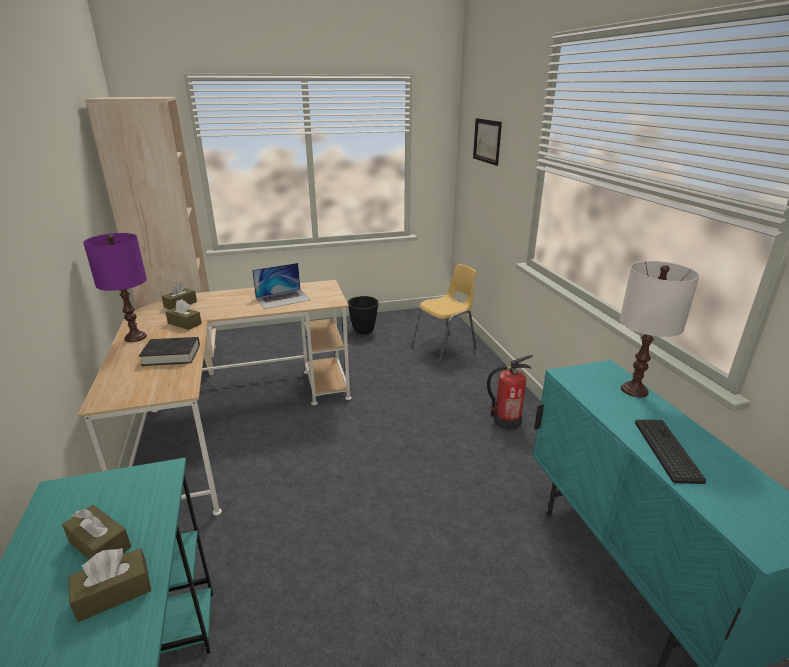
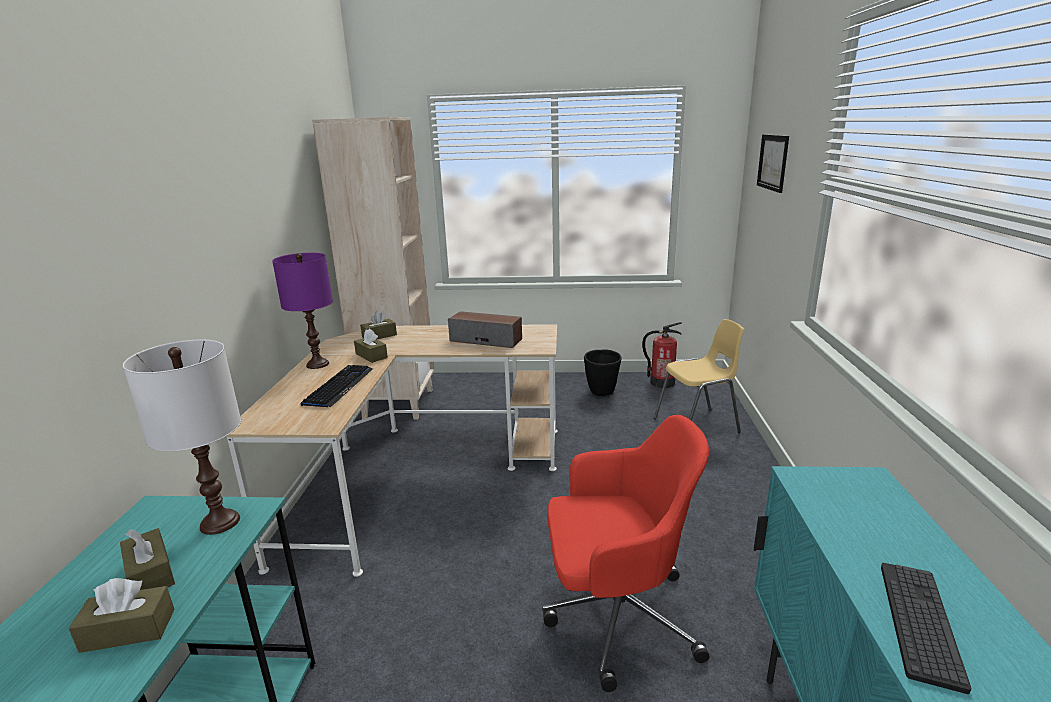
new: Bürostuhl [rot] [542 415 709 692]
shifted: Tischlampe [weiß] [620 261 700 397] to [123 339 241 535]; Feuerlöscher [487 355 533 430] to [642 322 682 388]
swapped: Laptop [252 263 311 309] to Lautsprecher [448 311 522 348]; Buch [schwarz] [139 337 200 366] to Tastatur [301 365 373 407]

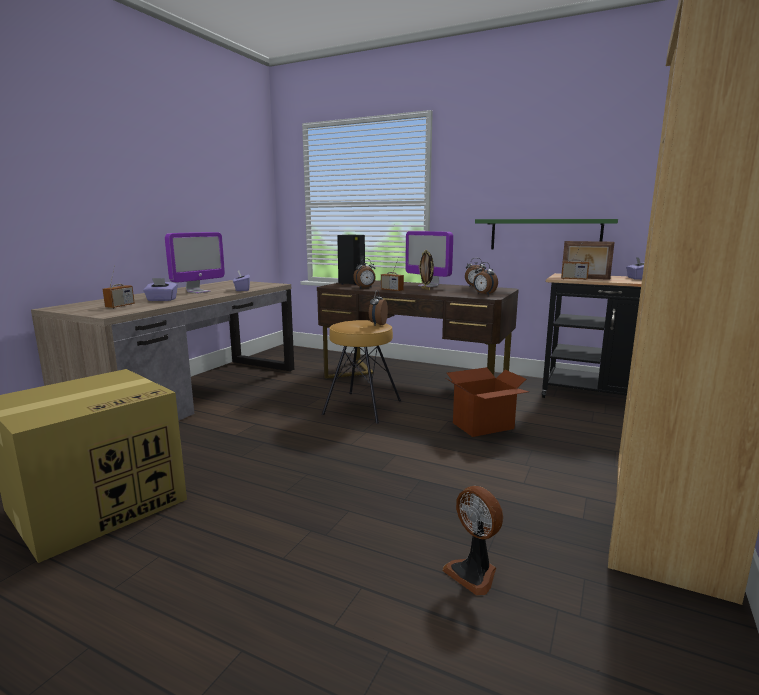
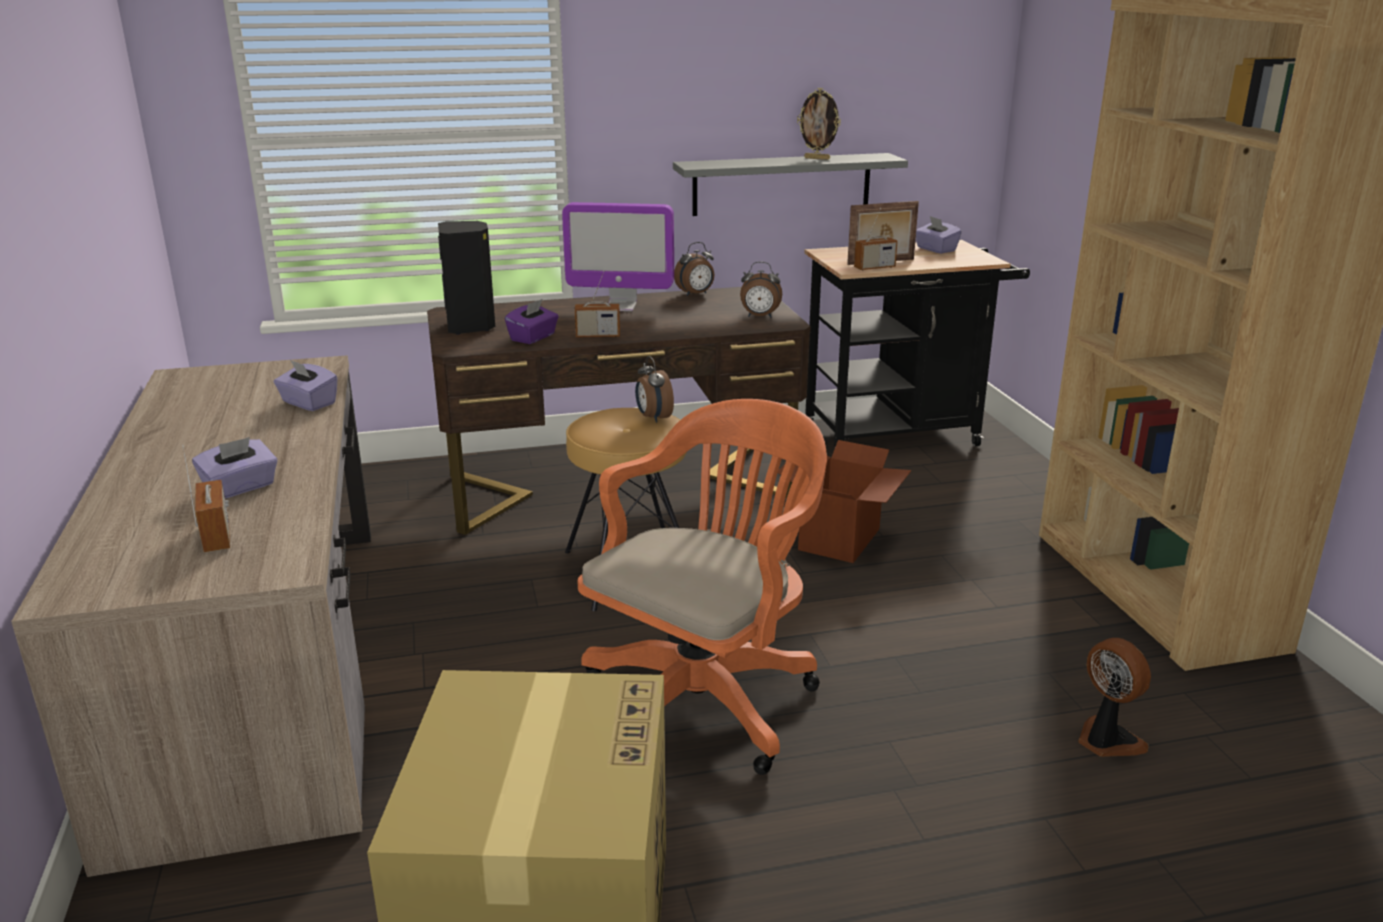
gone: Monitor [165 232 225 294]
new: Bürostuhl [orange] [578 399 827 775]
shifted: Bilderrahmen [419 250 434 290] to [797 88 841 160]
swapped: Wecker [353 258 375 288] to Taschentuchbox [lila] [505 299 559 344]
repainted: Wandregal [grün] [475 219 618 249] to Wandregal [grau] [673 153 908 216]
rotated: Ventilator [442 486 503 596] = [1078 638 1151 757] 135 degrees counterclockwise

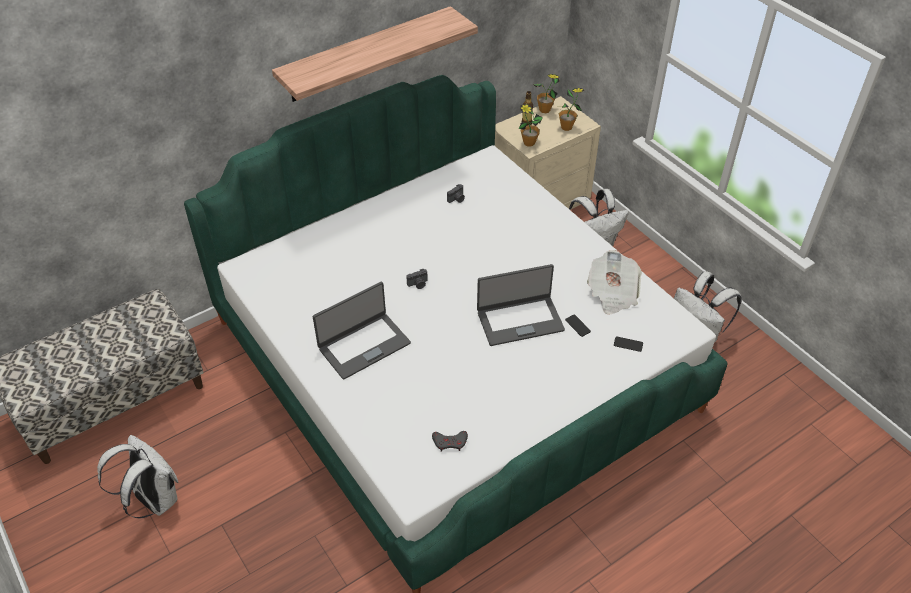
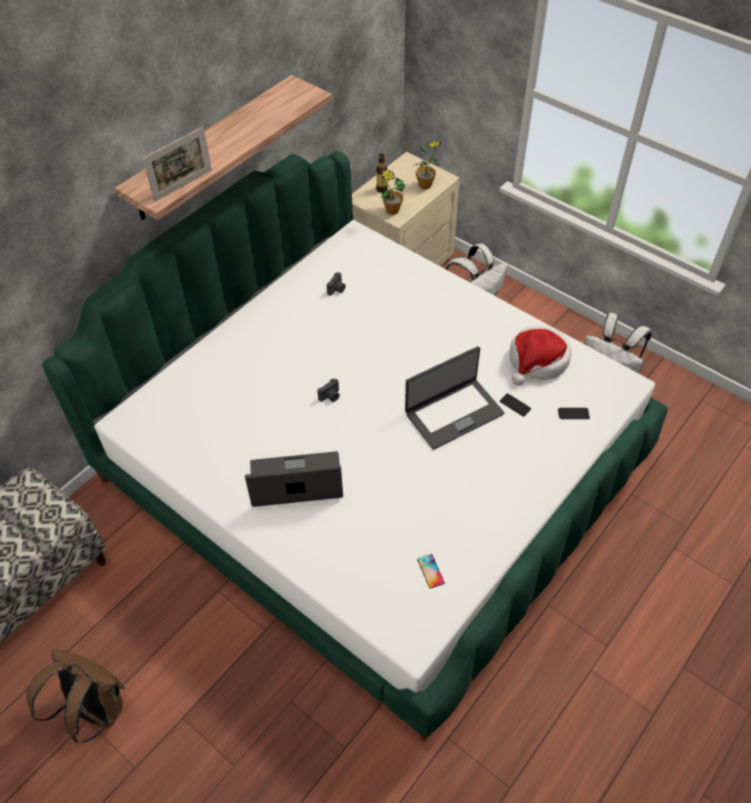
gone: Topfpflanze [533 74 560 113]
new: Bilderrahmen [143 127 212 202]
swapped: Zeitung [587 250 642 315] to Hut [510 325 571 386]; Gamepad [grau] [432 431 468 452] to Handy [417 554 445 588]
repainted: Rucksack [weiß] [97 435 178 518] to Rucksack [braun] [27 649 125 743]
rotated: Laptop [313 282 411 380] = [245 451 343 507] 135 degrees counterclockwise

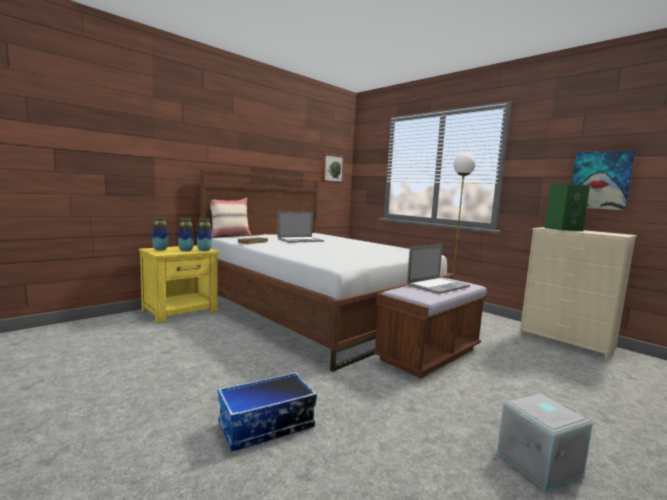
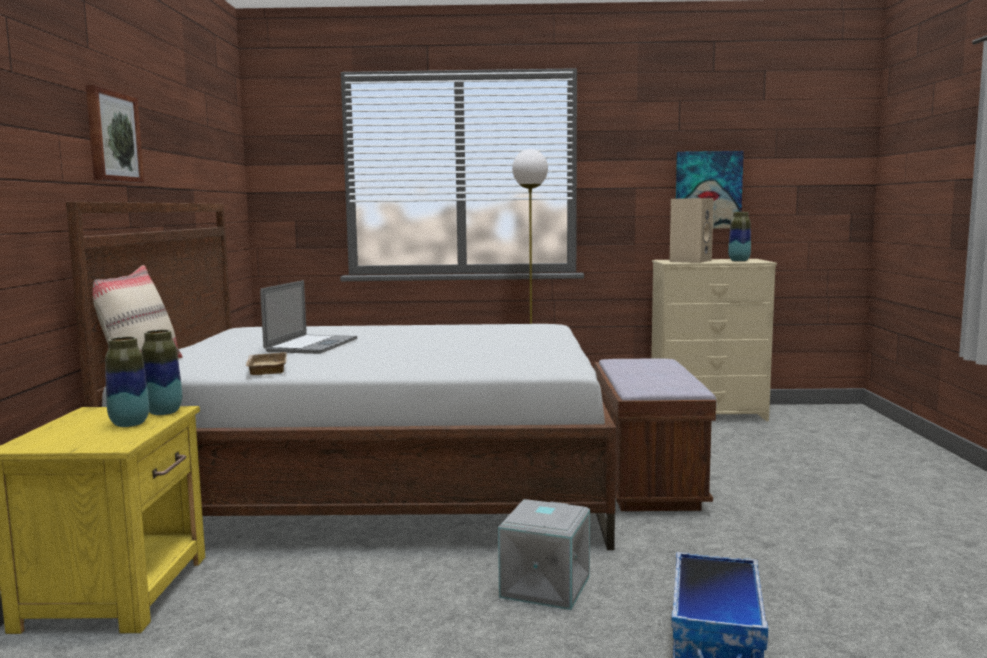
gone: Laptop [407 244 470 294]
shifted: Bild [322 153 345 183] to [86 85 144 183]; Vase [152 217 168 250] to [728 212 751 262]; Aufbewahrungsbox [grau] [497 393 593 491] to [498 499 590 610]
repainted: Lautsprecher [grün] [544 184 590 231] to Lautsprecher [beige] [670 198 714 263]

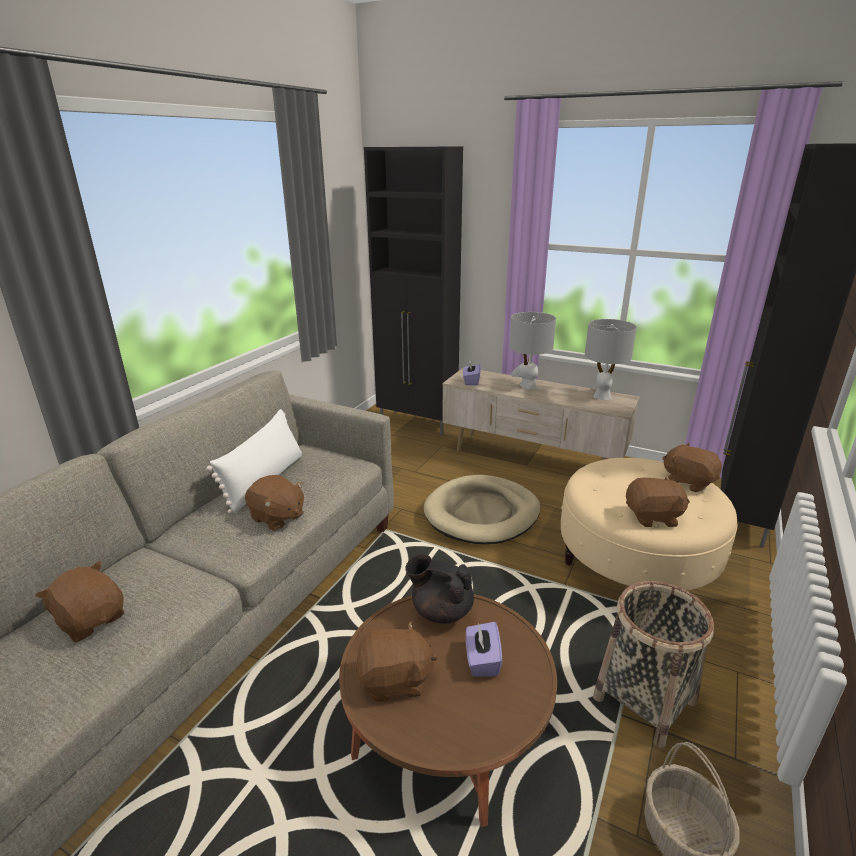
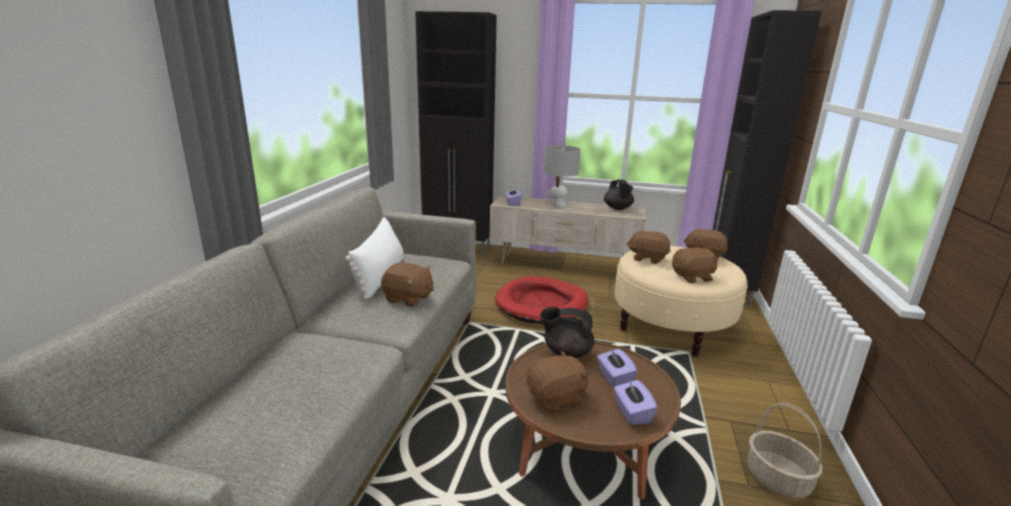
gone: Korb [593 581 714 748]
new: Taschentuchbox [lila] [614 380 658 425]
shifted: Plüschtier [braun] [35 561 124 643] to [627 230 671 264]
swapped: Tischlampe [grau] [585 319 637 400] to Teekanne [schwarz] [604 180 634 210]
repainted: Hundebett [beige] [423 475 540 544] to Hundebett [rot] [495 276 588 324]

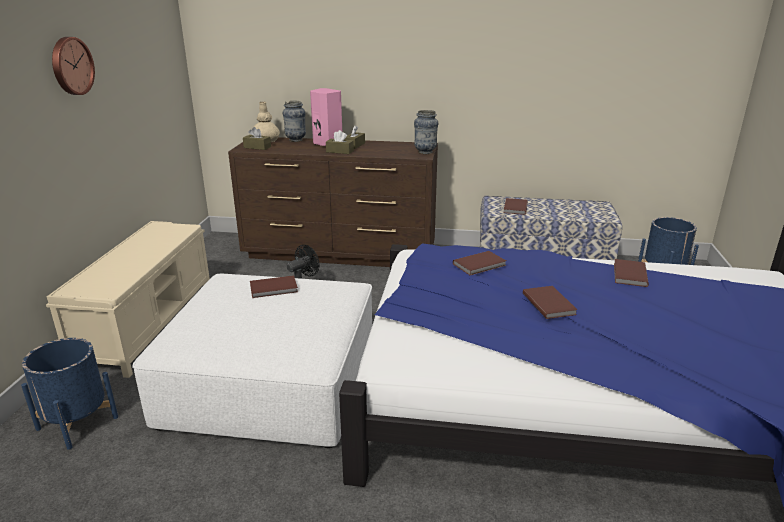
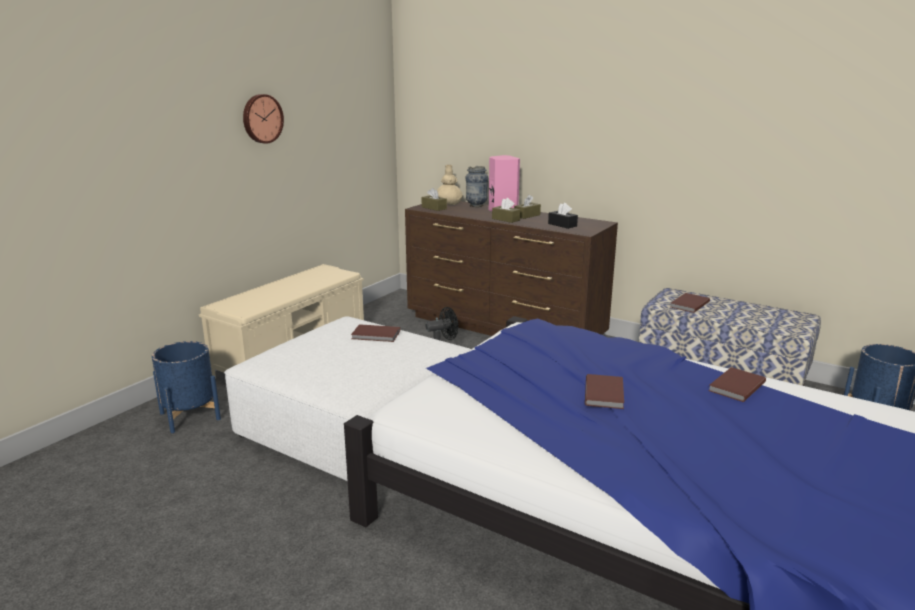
gone: Vase [414 110 438 154]; Buch [braun] [453 251 506 275]
new: Taschentuchbox [schwarz] [548 203 578 229]

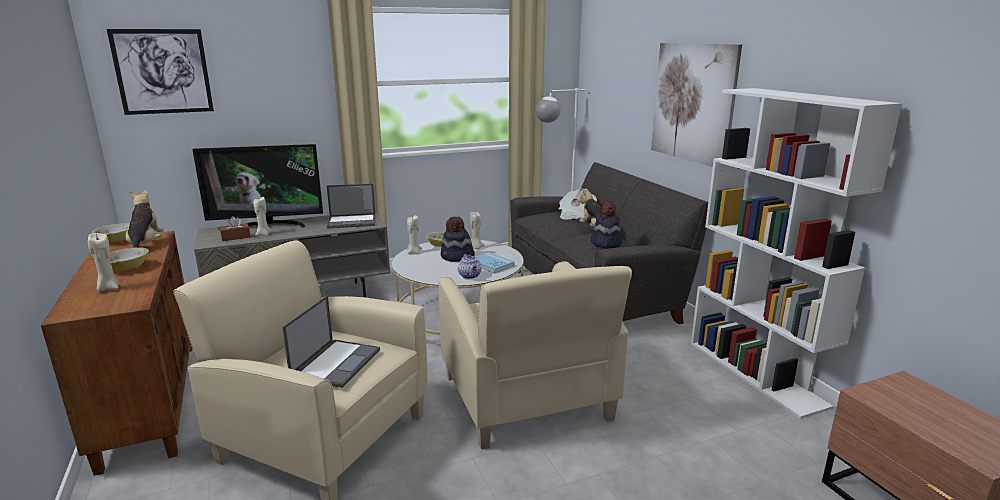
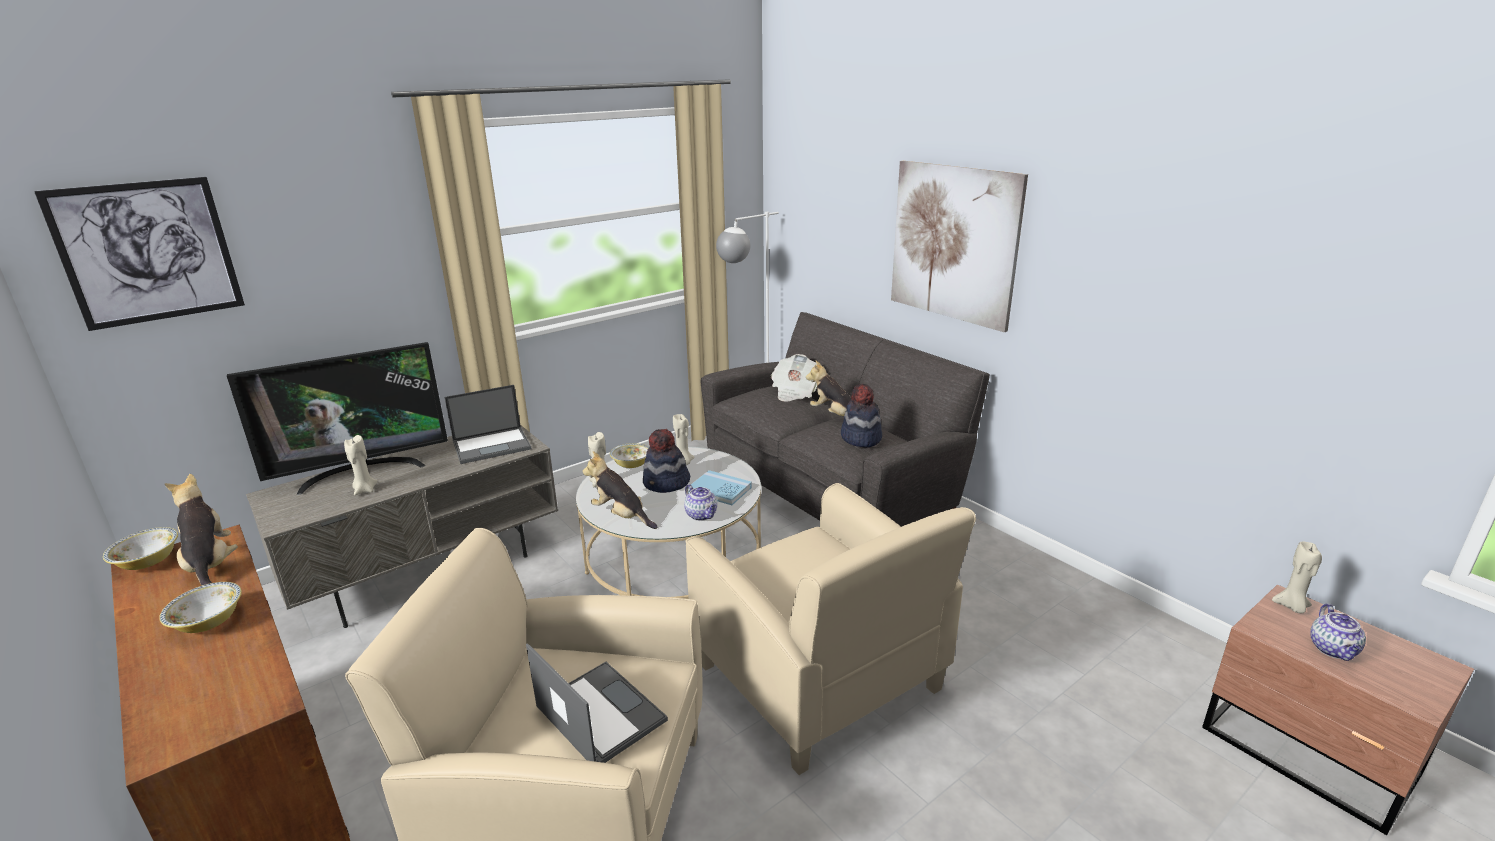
gone: Bücherregal [weiß] [691 88 902 419]; Taschentuchbox [braun] [220 216 250 241]
new: Plüschtier [582 451 657 529]; Teekanne [1310 604 1366 661]
shifted: Kerze [beige] [88 233 120 292] to [1272 542 1322 613]
rotated: Laptop [282 295 380 388] = [526 643 668 763] 45 degrees counterclockwise

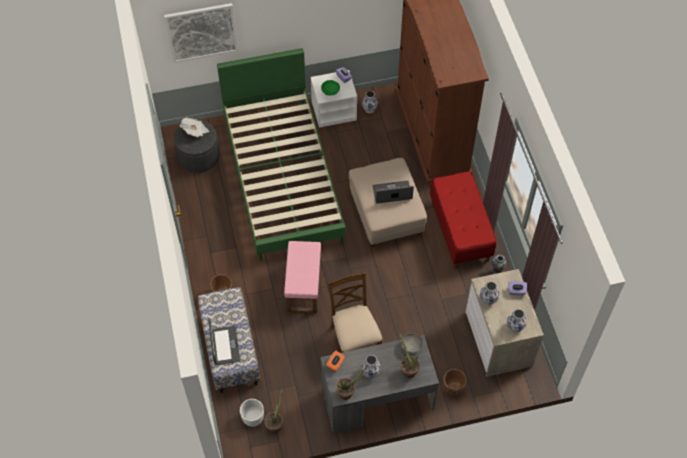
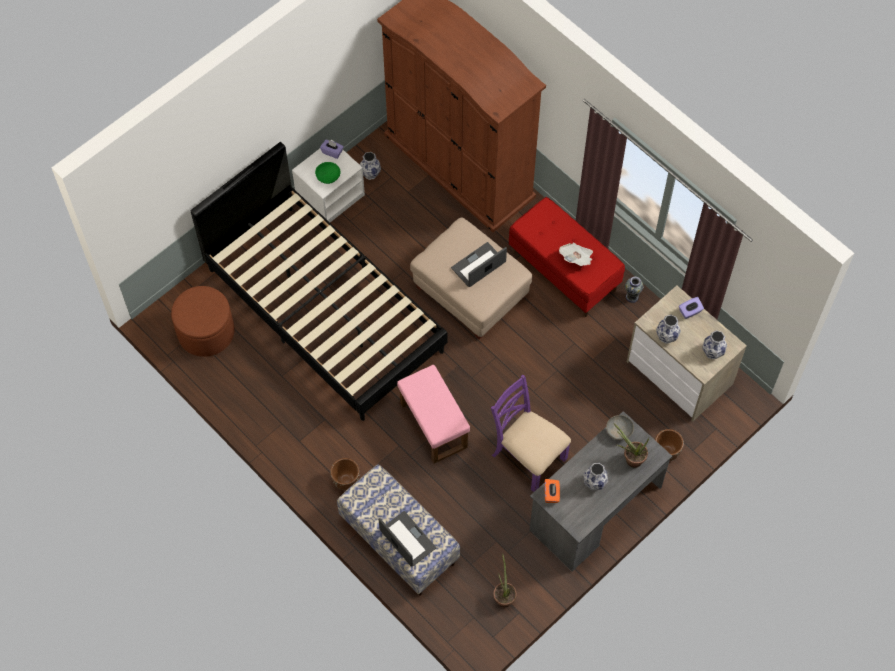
gone: Bild [164 3 238 63]; Topfpflanze [336 364 368 400]; Pflanzkübel [weiß] [240 399 264 427]
shifted: Zeitung [180 117 209 137] to [559 243 593 266]
repainted: Bett [grün] [217 48 345 261] to Bett [schwarz] [191 142 448 421]; Polsterhocker [grau] [174 120 220 173] to Polsterhocker [braun] [171 286 235 357]; Stuhl [braun] [328 272 382 353] to Stuhl [lila] [491 375 571 492]

